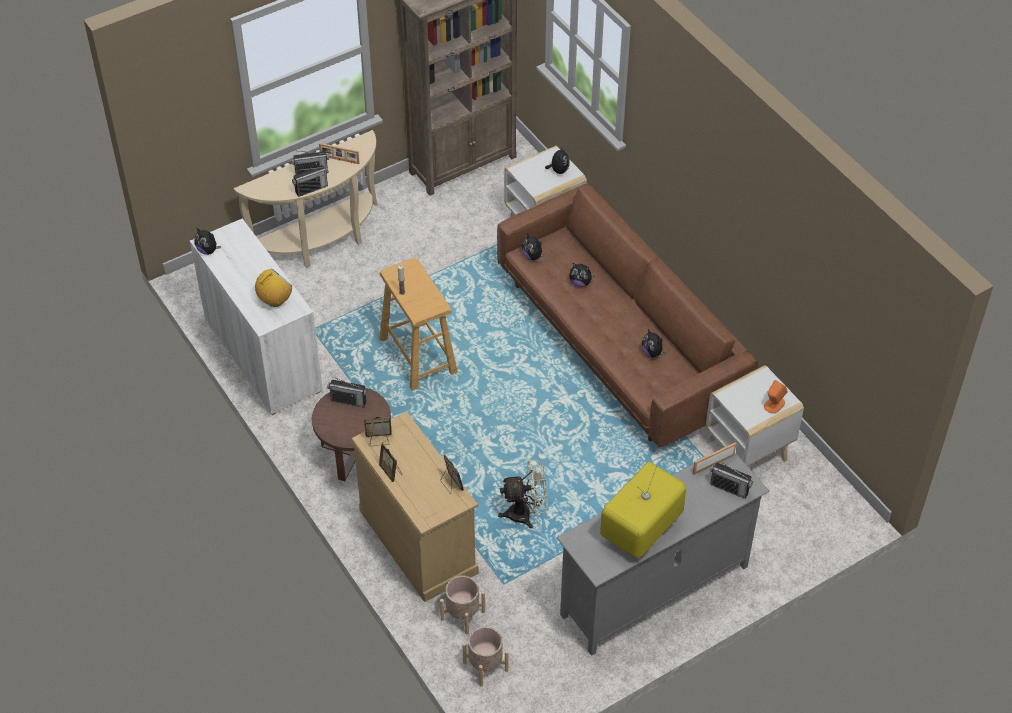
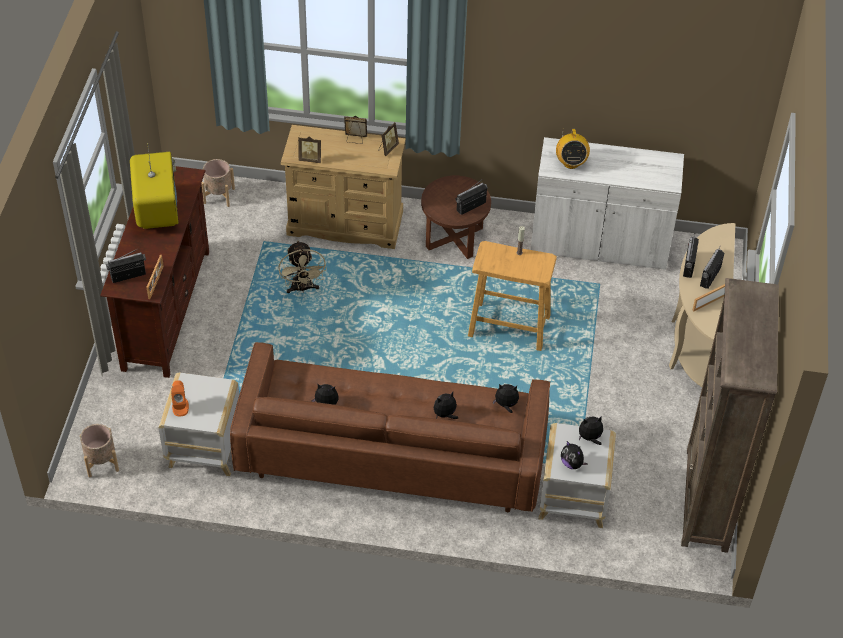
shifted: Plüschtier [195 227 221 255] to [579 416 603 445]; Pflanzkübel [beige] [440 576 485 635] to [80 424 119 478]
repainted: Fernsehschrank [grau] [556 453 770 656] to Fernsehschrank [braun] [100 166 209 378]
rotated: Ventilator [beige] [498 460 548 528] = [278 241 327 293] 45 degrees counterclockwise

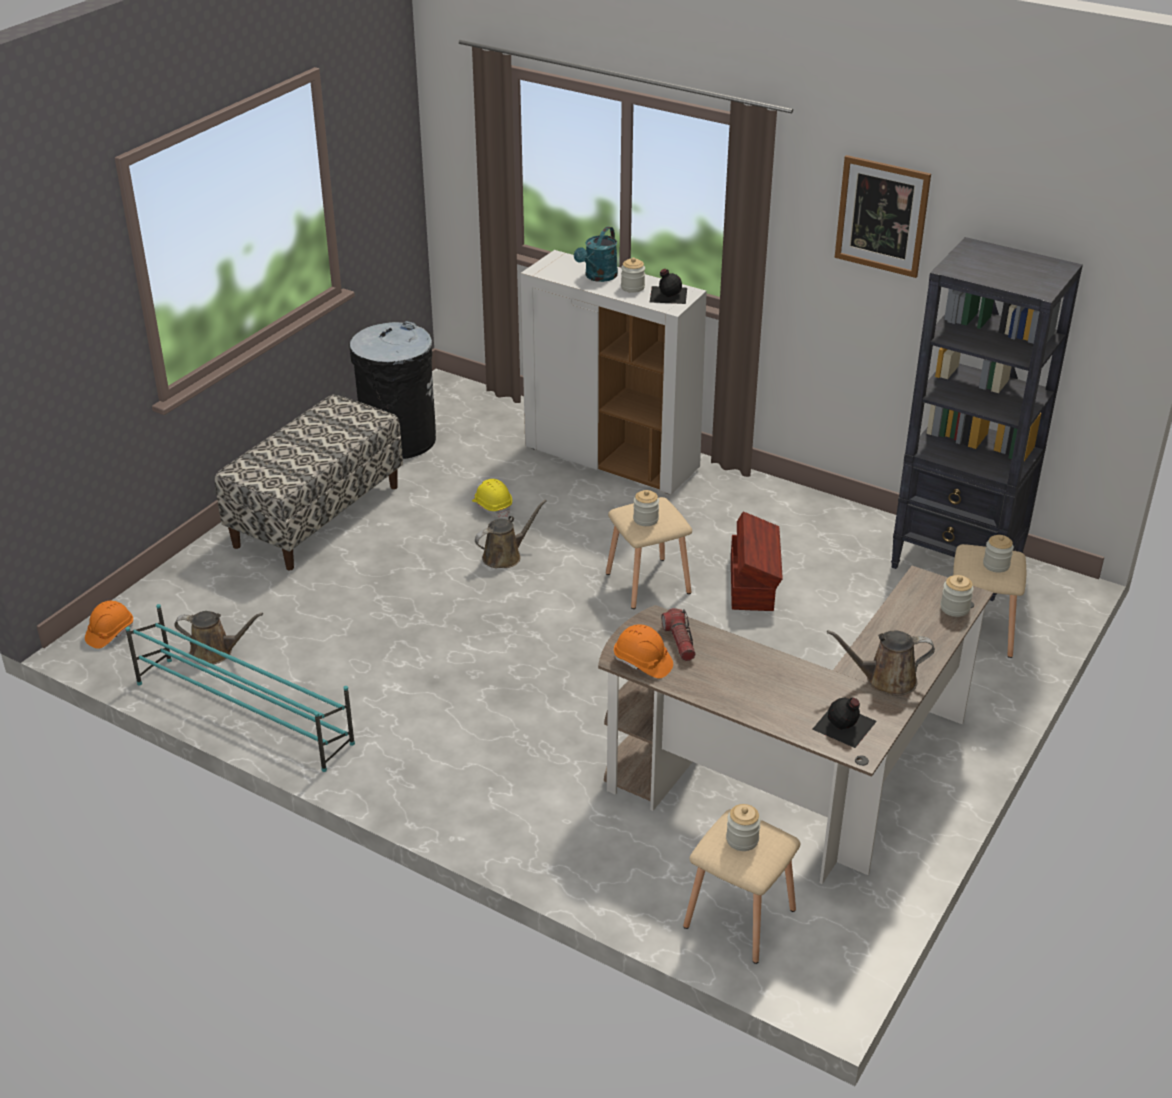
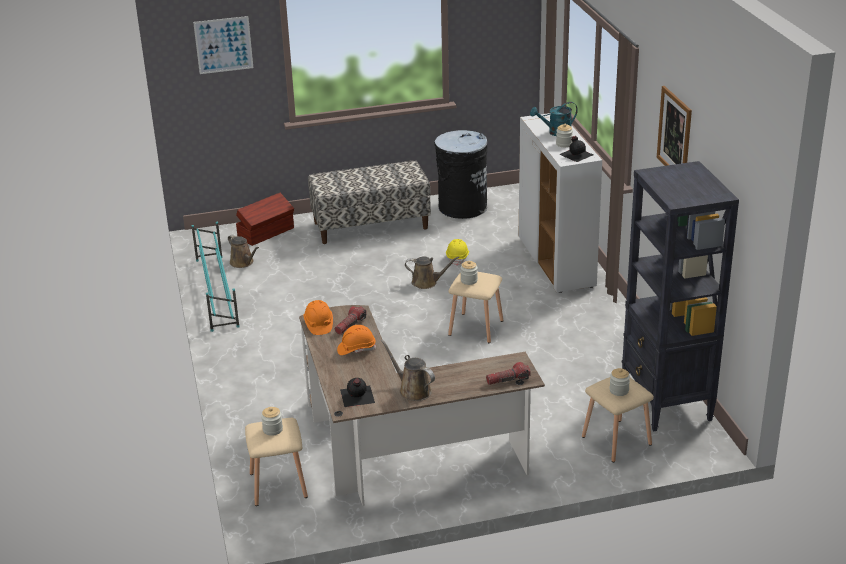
new: Bild [193 16 254 74]
shifted: Aufbewahrungsbox [braun] [731 512 783 611] to [236 193 294 246]; Schutzhelm [orange] [85 601 133 649] to [337 325 376 355]
swapped: Vorratsglas [940 575 974 617] to Taschenlampe [486 362 531 385]

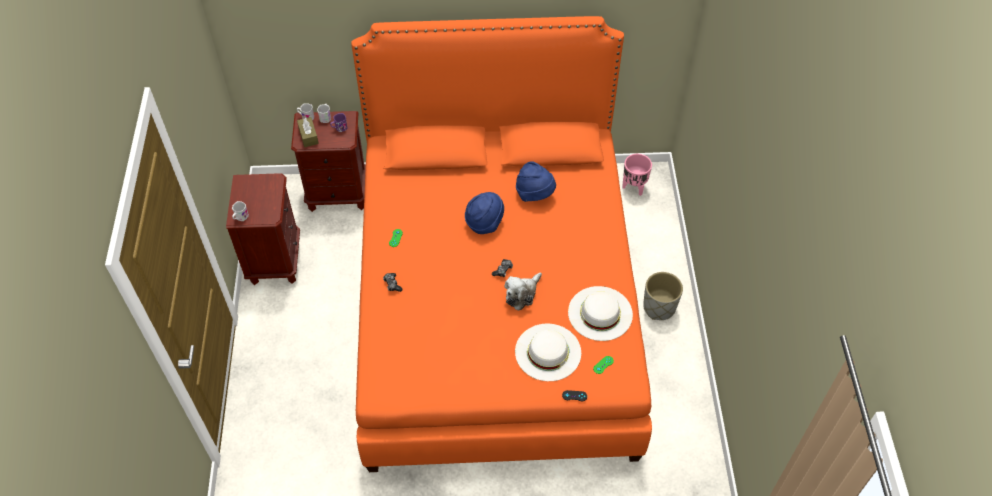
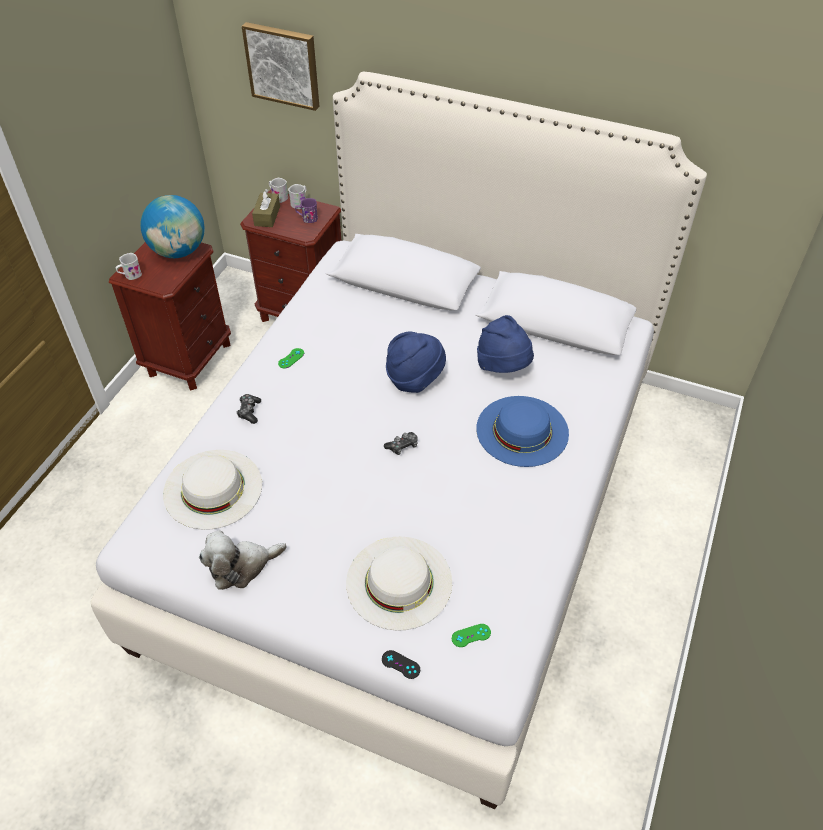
gone: Pflanzkübel [rosa] [622 154 652 196]; Pflanzkübel [grau] [643 272 683 320]
new: Bild [242 22 319 111]; Globus [140 195 205 258]; Hut [blau] [476 396 569 467]
shifted: Plüschtier [504 272 542 311] to [199 530 287 590]; Hut [weiß] [568 286 633 341] to [163 450 262 530]
repainted: Bett [orange] [351 16 652 472] to Bett [weiß] [91 72 707 809]

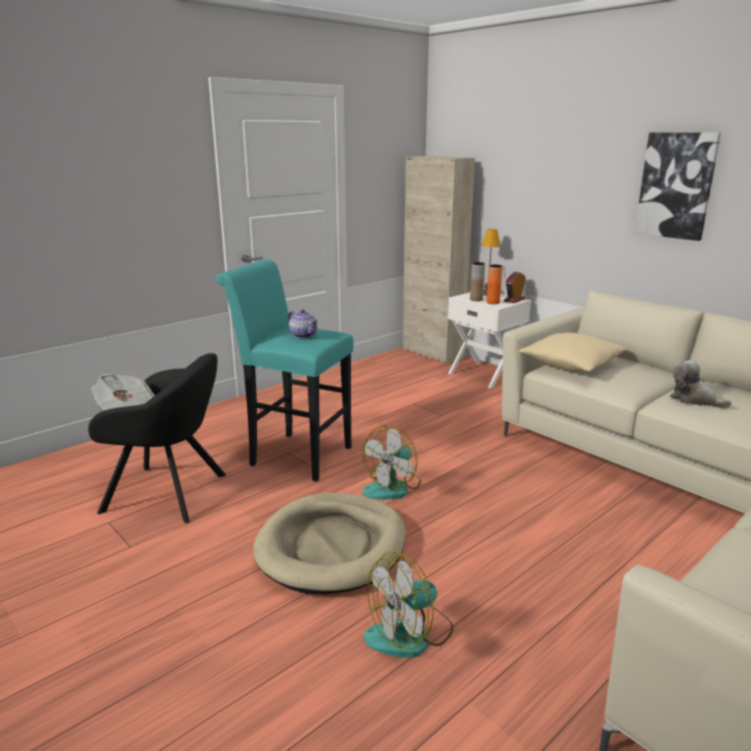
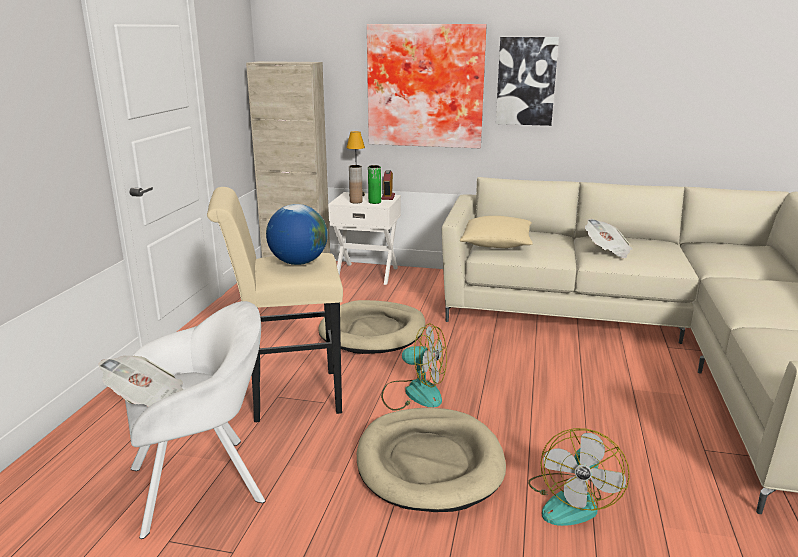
new: Bild [367 24 487 148]; Hundebett [beige] [318 300 425 354]
swapped: Teekanne [288 309 318 339] to Globus [266 204 328 265]; Plüschtier [670 360 731 408] to Zeitung [585 219 633 259]
repainted: Hocker [türkis] [216 260 353 482] to Hocker [beige] [207 187 343 422]; Vase [orange] [487 265 503 304] to Vase [grün] [368 165 381 204]; Sessel [schwarz] [88 353 226 523] to Sessel [weiß] [125 301 265 539]
rotated: Ventilator [362 425 421 500] = [381 323 447 411] 75 degrees counterclockwise

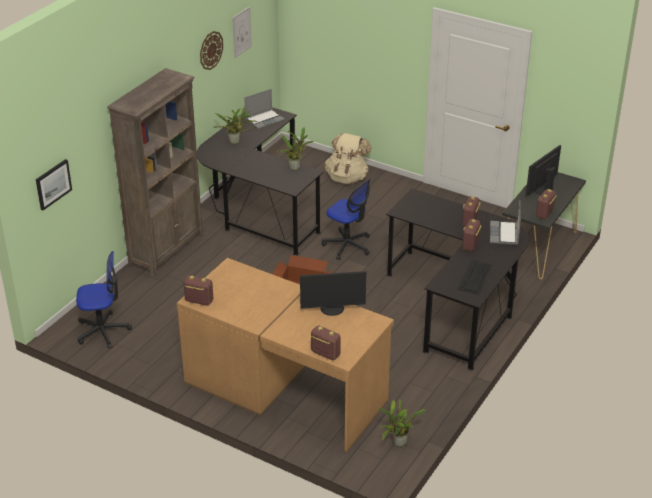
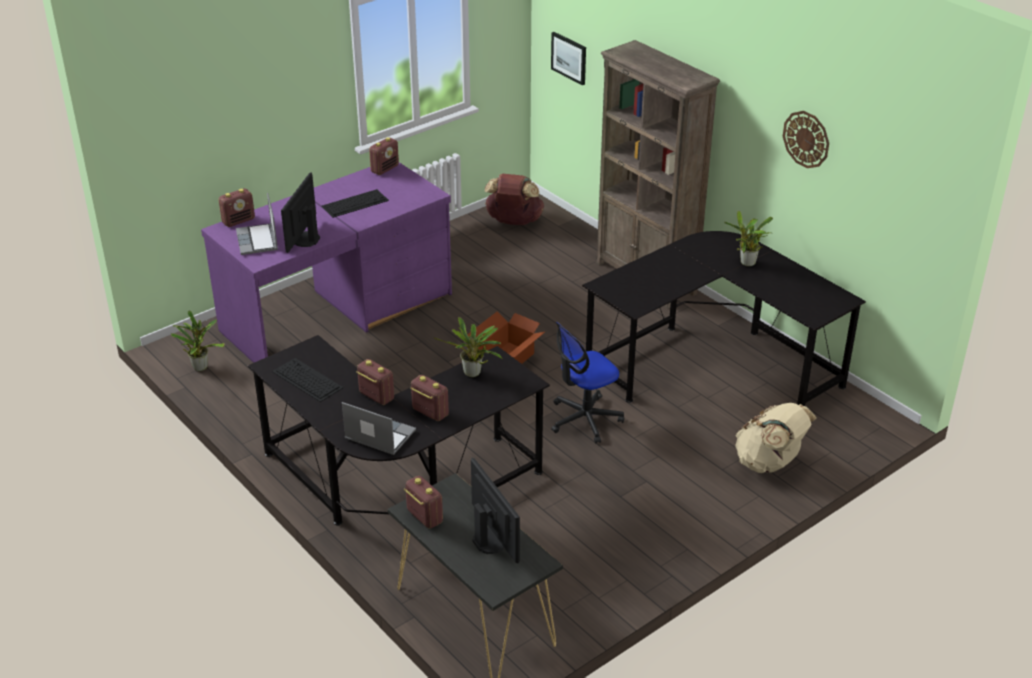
gone: Bild [232 6 252 58]
new: Tastatur [321 189 389 218]
shifted: Laptop [244 89 285 129] to [236 193 278 255]; Topfpflanze [277 127 314 171] to [433 317 503 377]
swapped: Bürostuhl [76 251 132 349] to Rucksack [braun] [485 174 544 225]
repainted: Schreibtisch [braun] [177 258 394 452] to Schreibtisch [lila] [201 162 452 363]

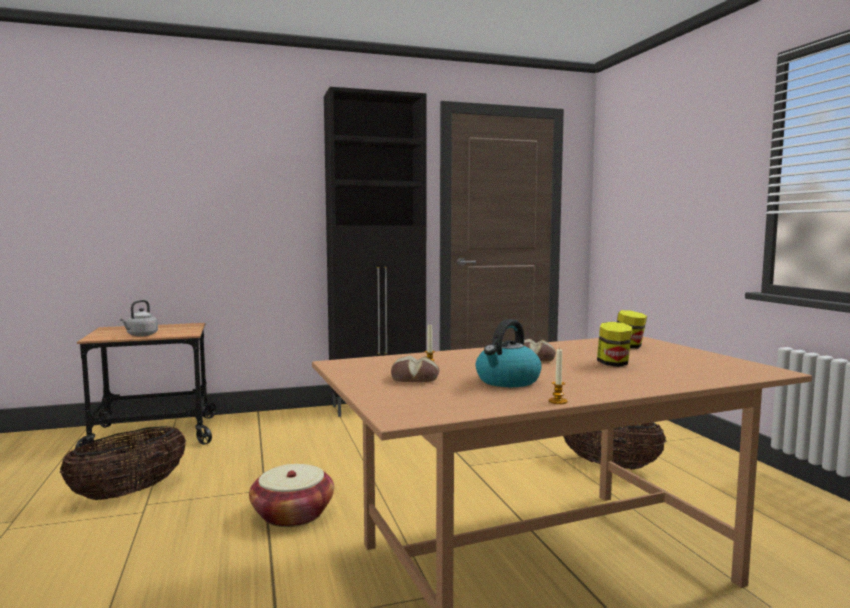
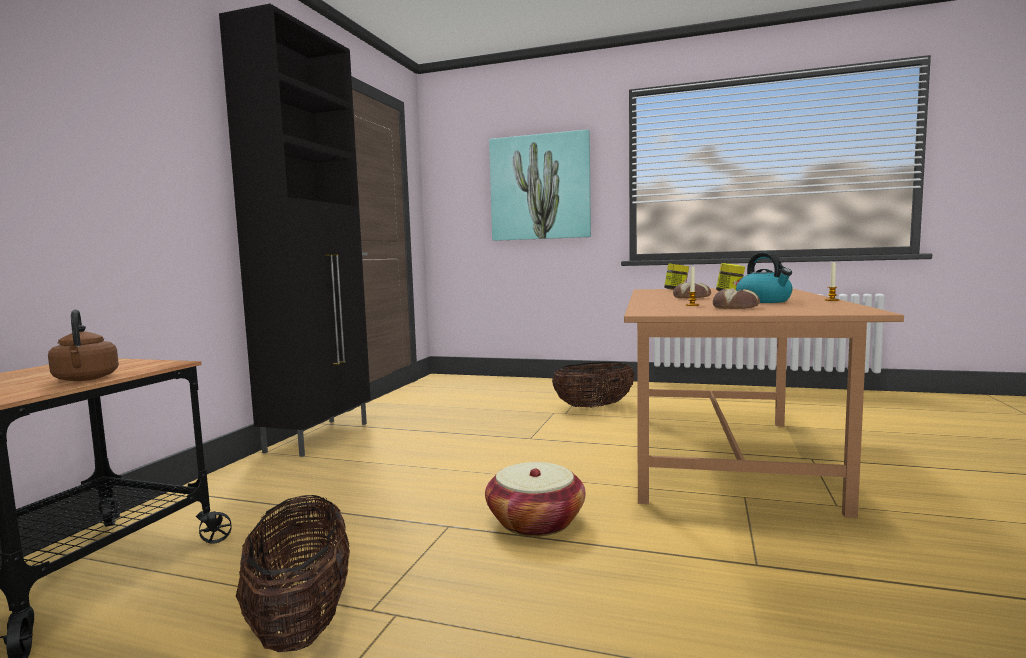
new: Bild [489 129 591 241]
repainted: Wasserkessel [grau] [120 300 158 337] to Wasserkessel [braun] [48 309 119 381]

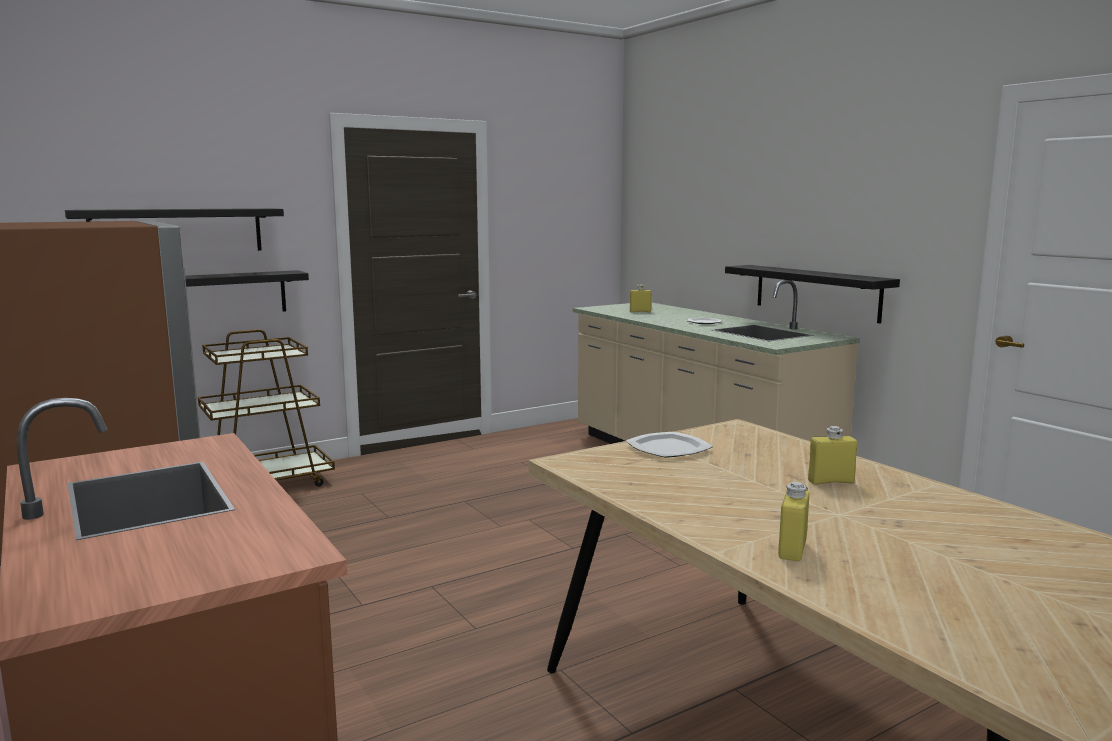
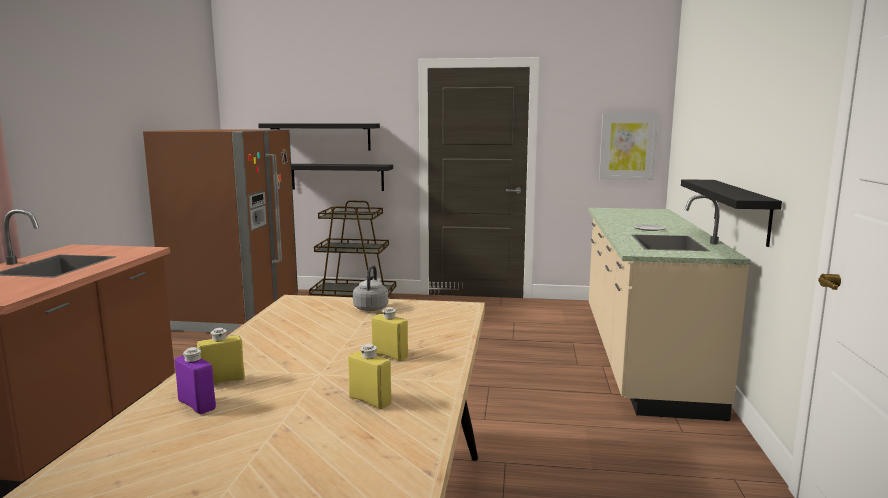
new: Bild [599 113 658 180]; Flasche [lila] [175 347 216 414]
shifted: Flasche [gelb] [630 284 651 313] to [348 344 392 409]
swapped: Teller [626 432 713 458] to Wasserkessel [grau] [353 265 388 311]

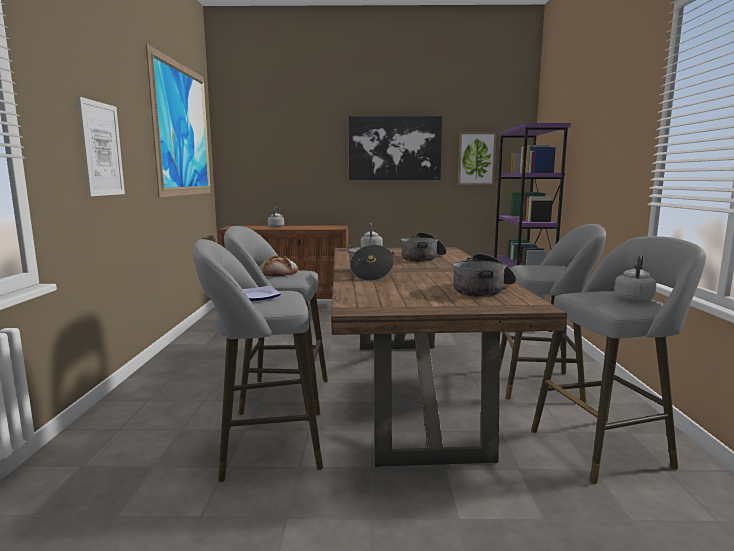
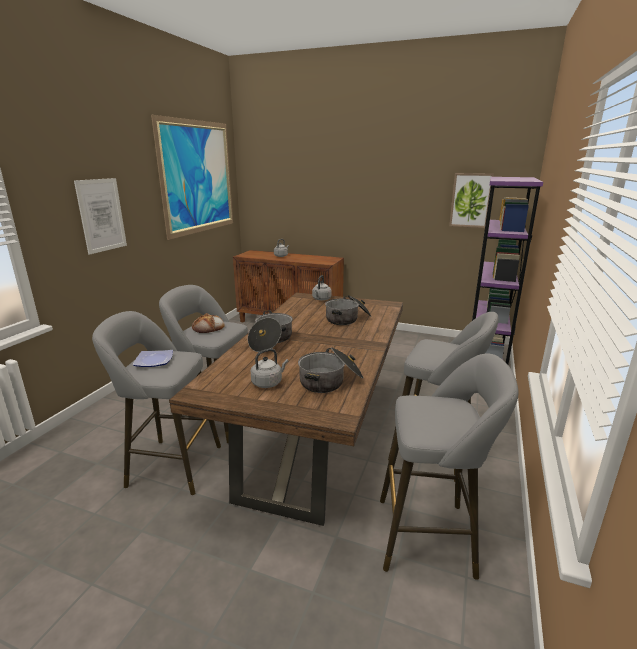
gone: Bild [349 116 442 180]
shifted: Wasserkessel [grau] [614 254 657 301] to [251 348 288 388]

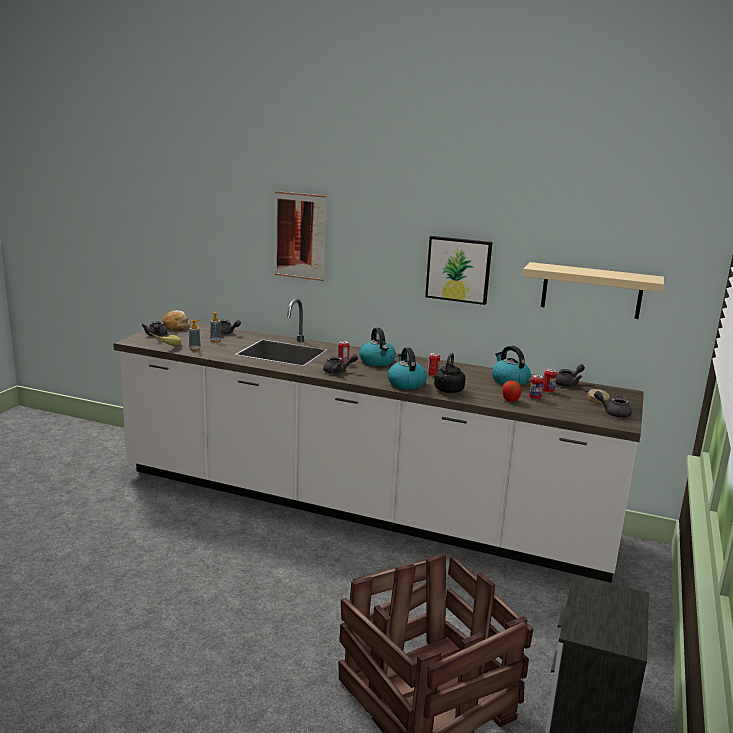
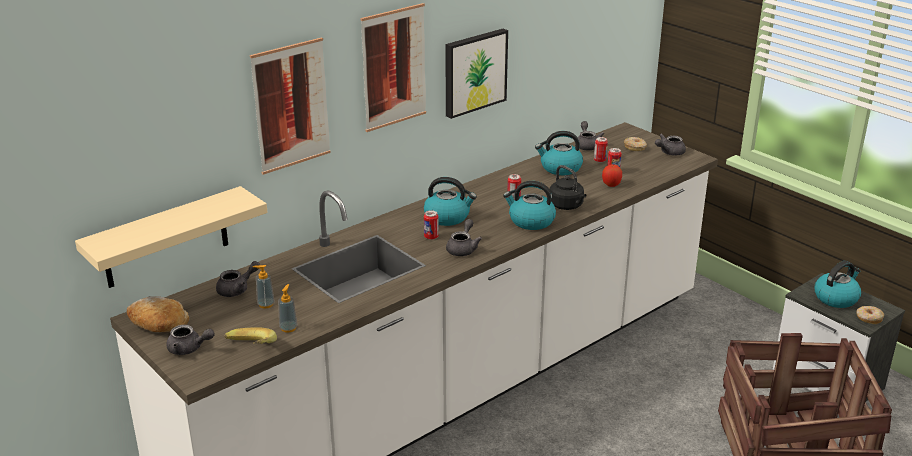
new: Bild [360 3 426 132]; Wasserkessel [815 261 861 308]; Donut [856 306 884 324]
shifted: Wandregal [beige] [523 262 664 319] to [75 186 267 288]

